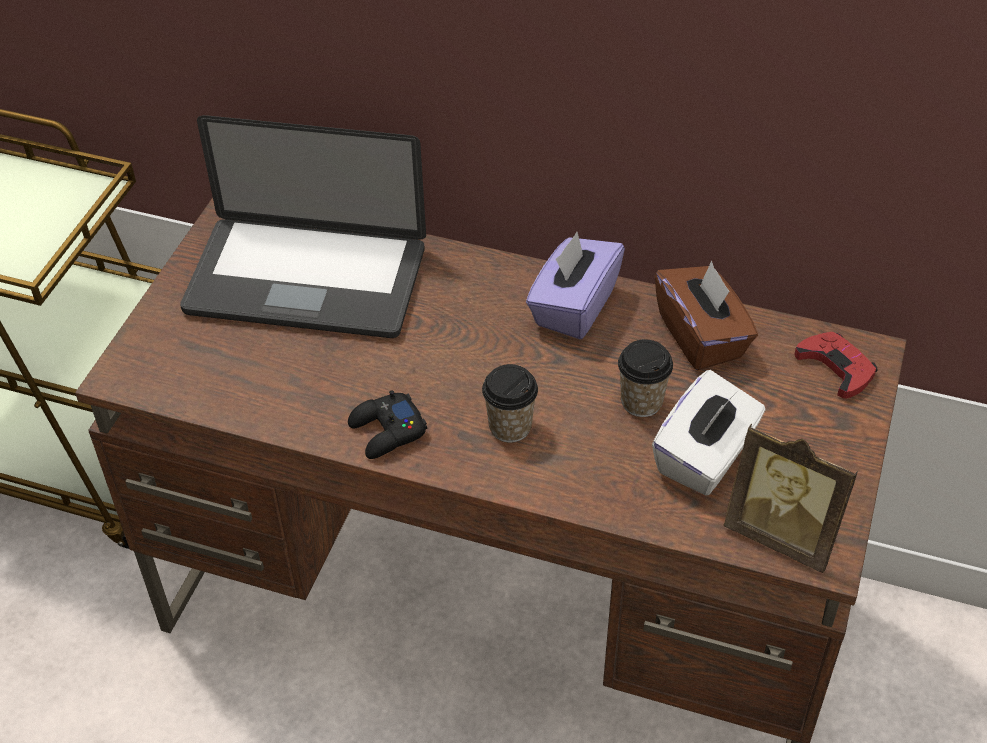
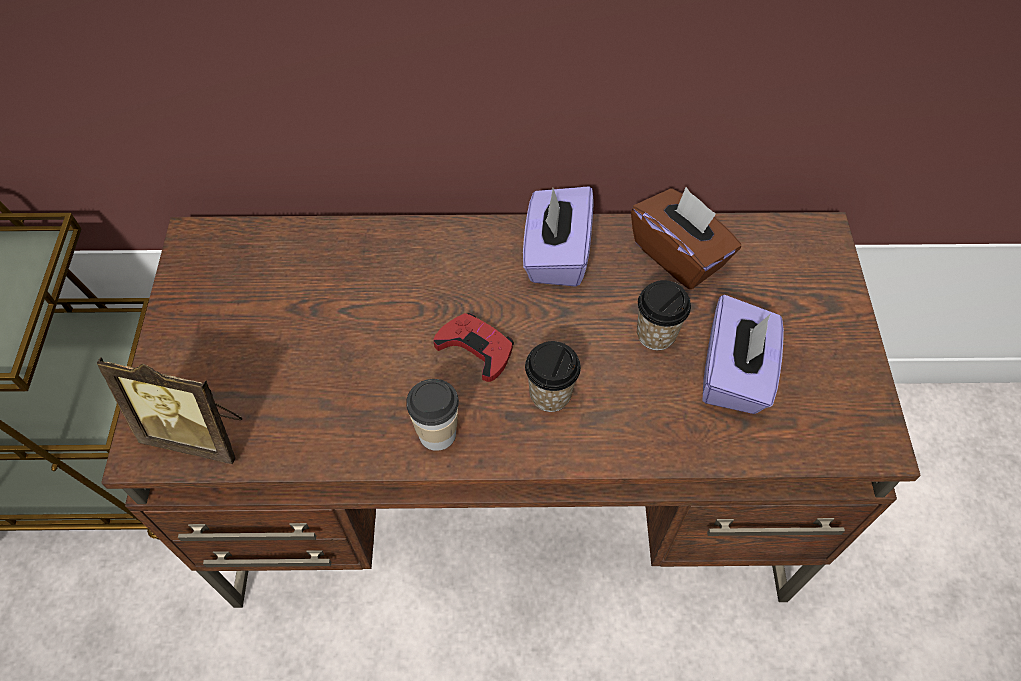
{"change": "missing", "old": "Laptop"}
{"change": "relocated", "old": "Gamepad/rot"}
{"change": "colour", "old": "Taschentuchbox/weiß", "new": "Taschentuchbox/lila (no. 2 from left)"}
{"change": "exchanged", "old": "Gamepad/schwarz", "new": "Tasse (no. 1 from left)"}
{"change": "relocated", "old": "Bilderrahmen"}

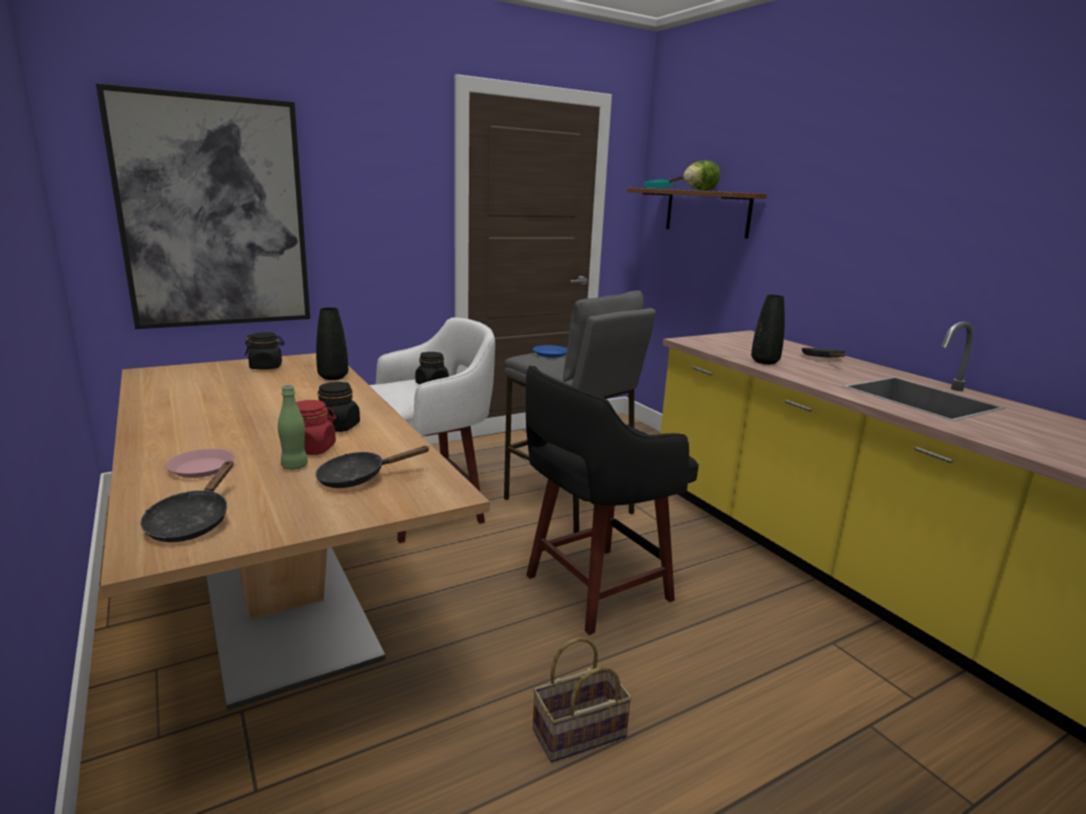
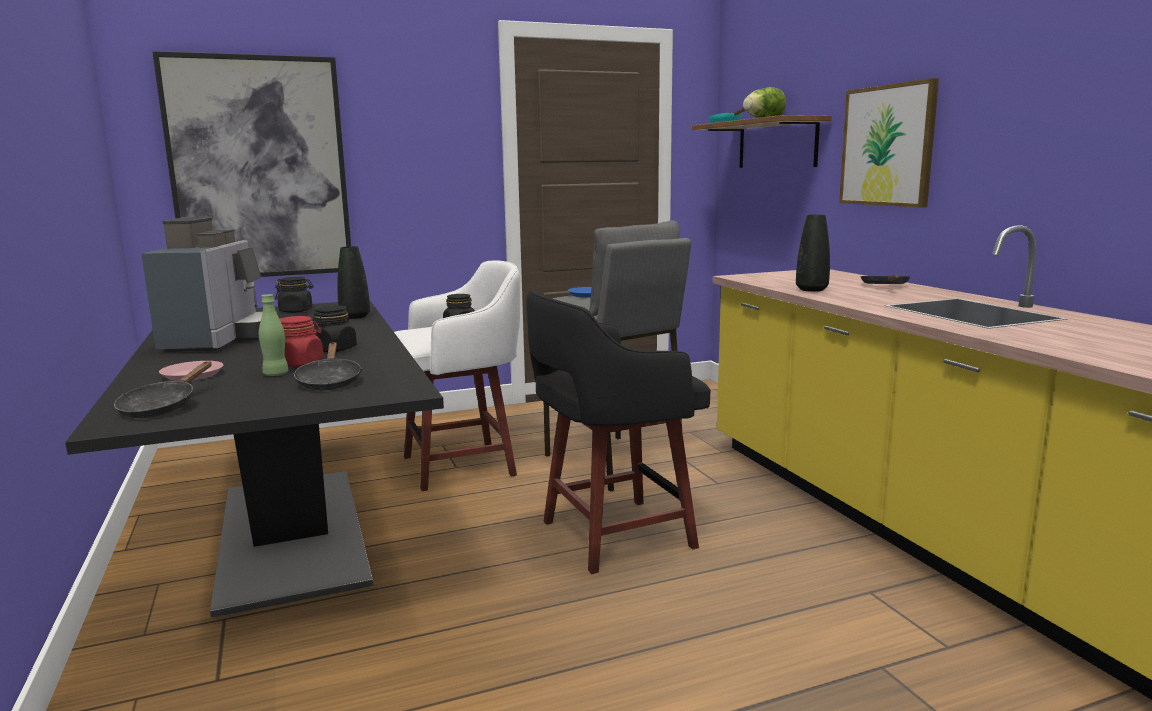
{"change": "colour", "old": "Esstisch/beige", "new": "Esstisch/schwarz"}
{"change": "spun", "old": "Pfanne/schwarz (no. 2 from left)", "degrees": -90}
{"change": "missing", "old": "Korb"}
{"change": "appeared", "new": "Bild (no. 2 from left)"}
{"change": "appeared", "new": "Kaffeemaschine"}

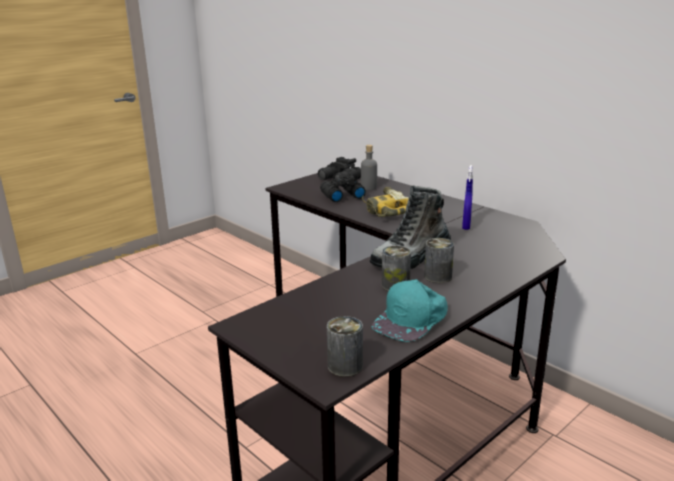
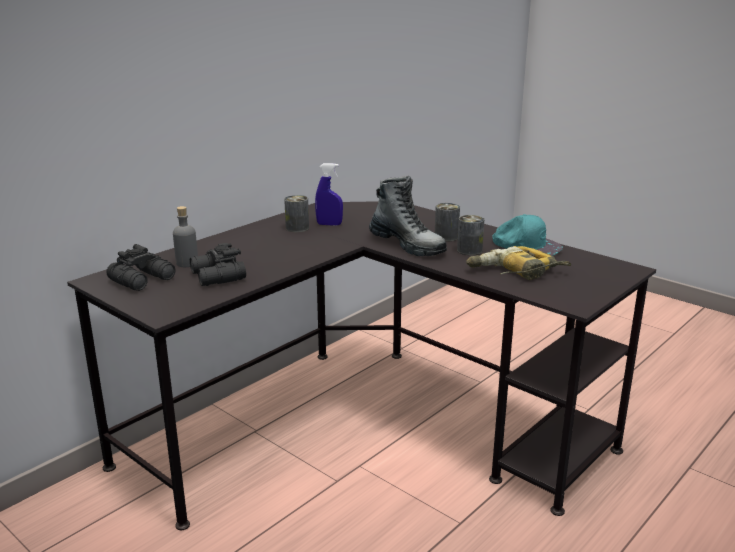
{"change": "relocated", "old": "Bohrmaschine"}
{"change": "relocated", "old": "Dose (no. 1 from left)"}

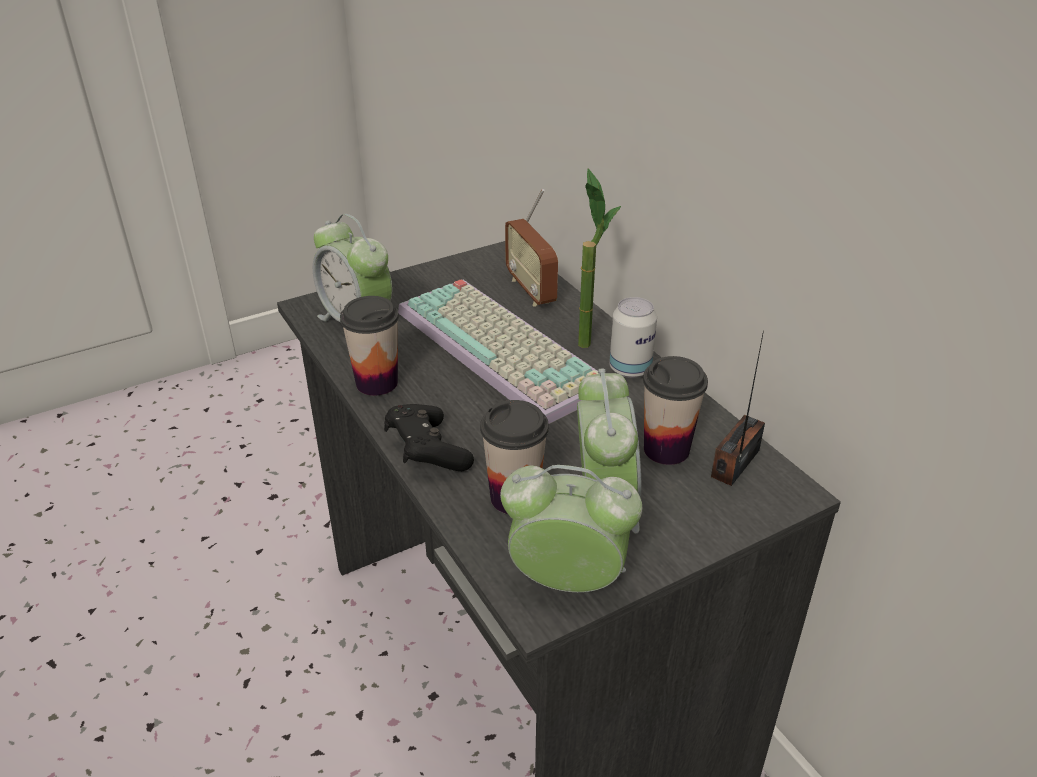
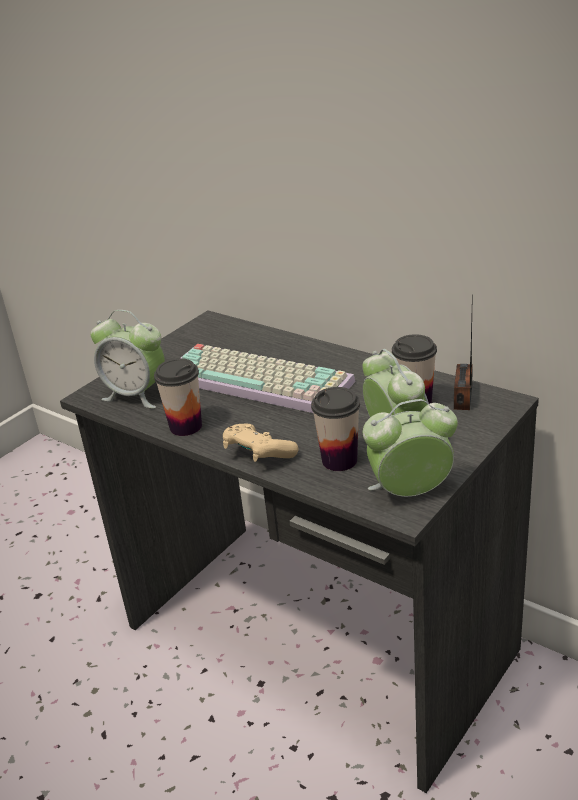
{"change": "missing", "old": "Topfpflanze"}
{"change": "missing", "old": "Radio (no. 1 from left)"}
{"change": "missing", "old": "Dose"}
{"change": "colour", "old": "Gamepad/schwarz", "new": "Gamepad/beige"}

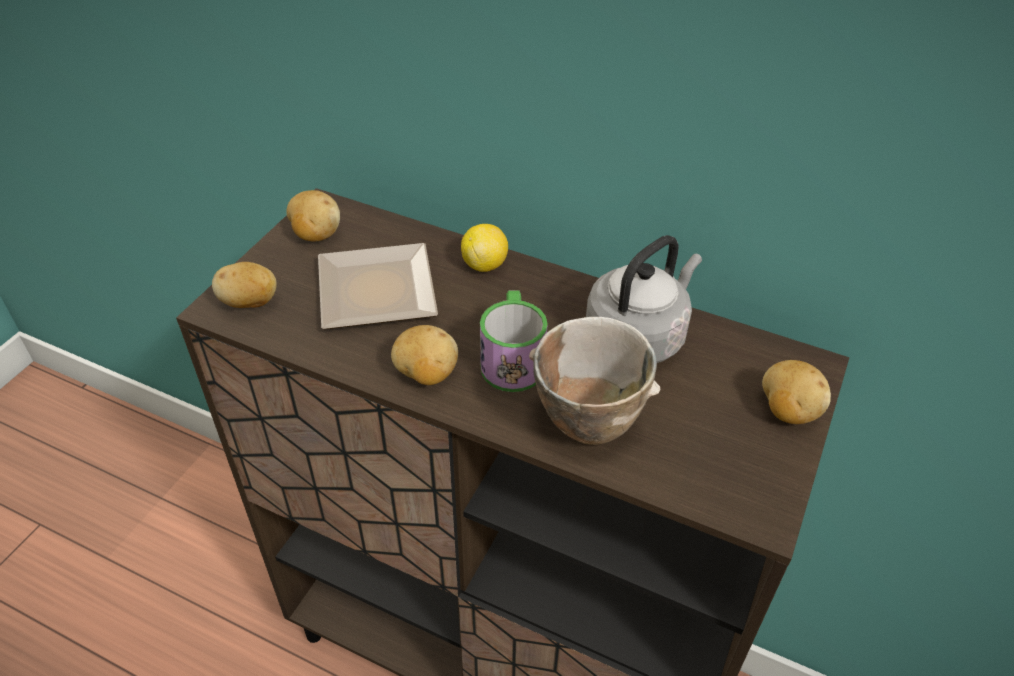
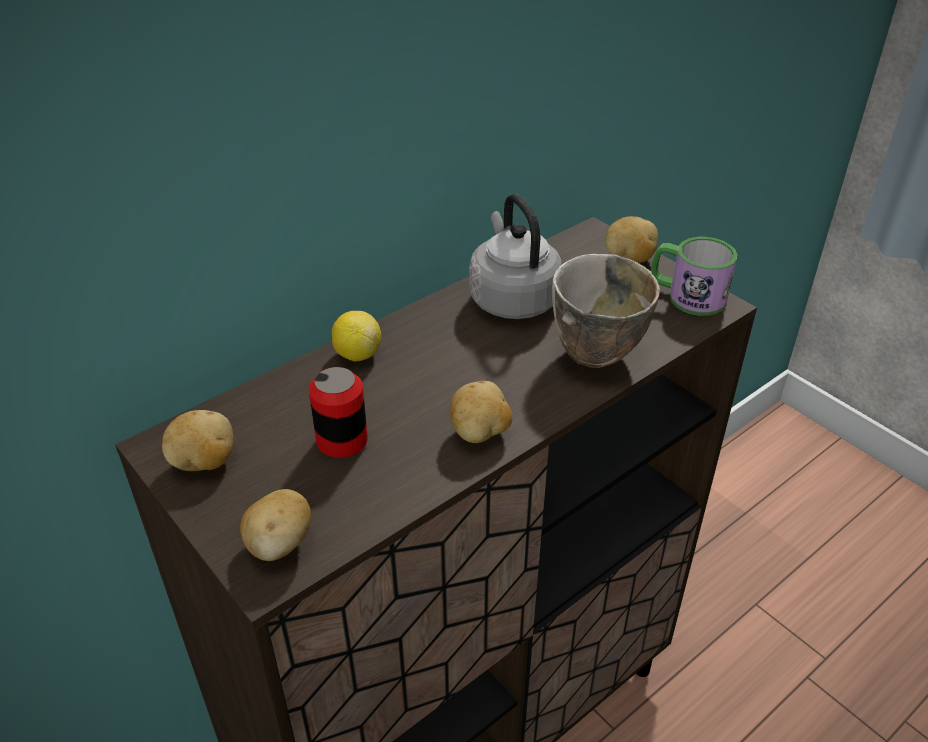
{"change": "exchanged", "old": "Teller", "new": "Dose"}
{"change": "relocated", "old": "Henkelbecher"}

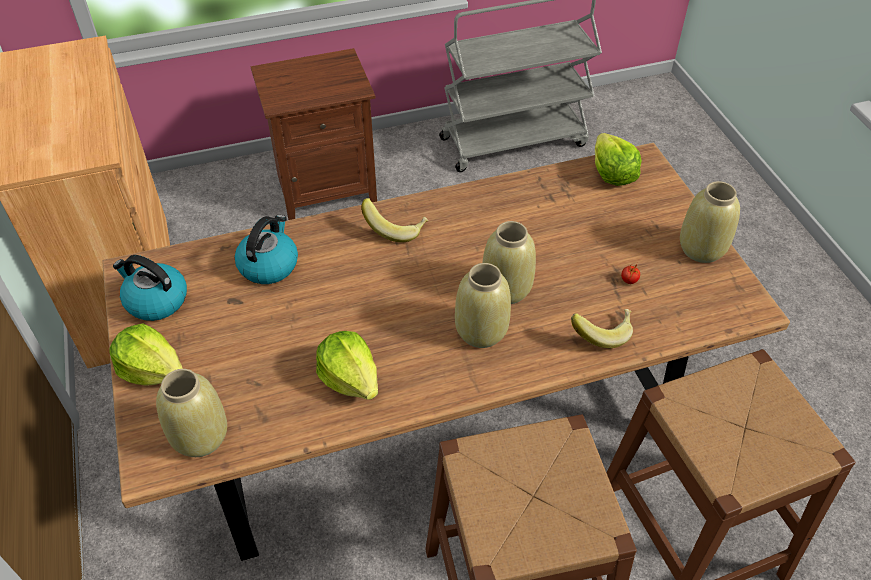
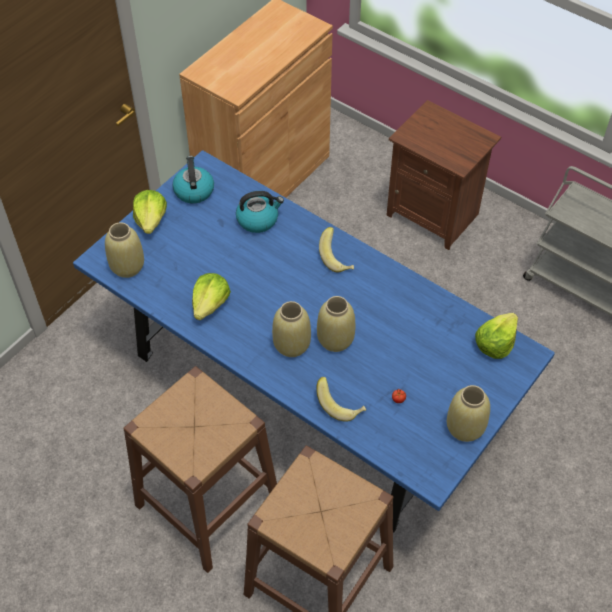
{"change": "colour", "old": "Esstisch/braun", "new": "Esstisch/blau"}

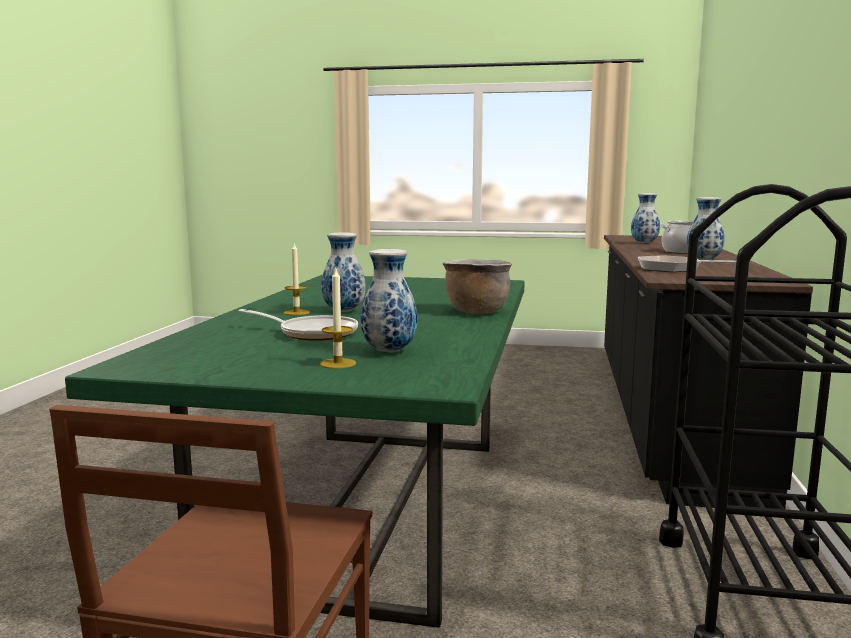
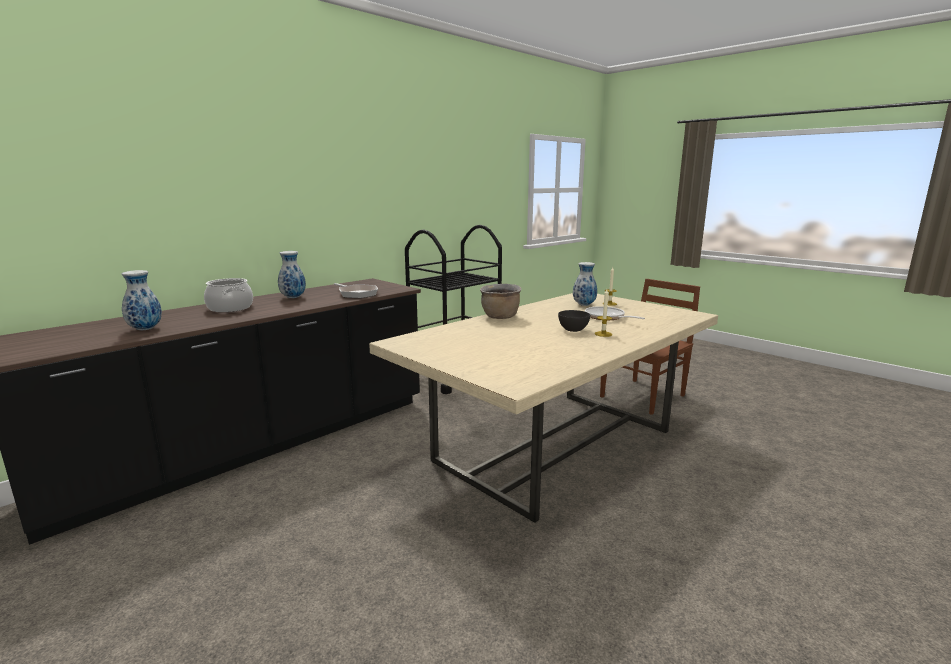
{"change": "exchanged", "old": "Vase (no. 1 from left)", "new": "Schüssel/grau"}
{"change": "colour", "old": "Esstisch/grün", "new": "Esstisch/beige"}

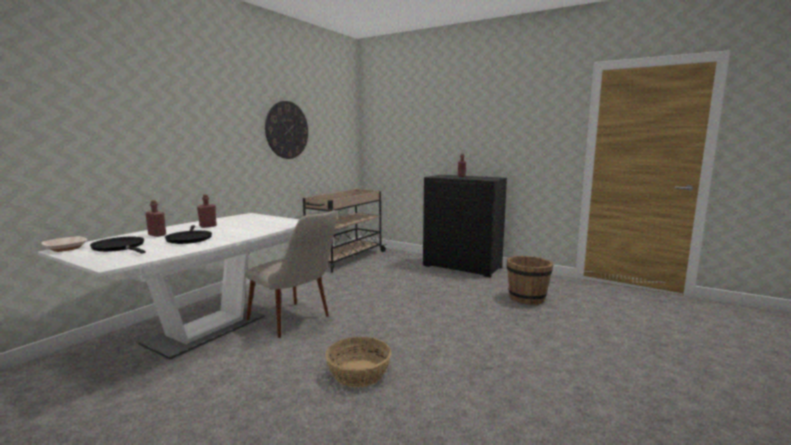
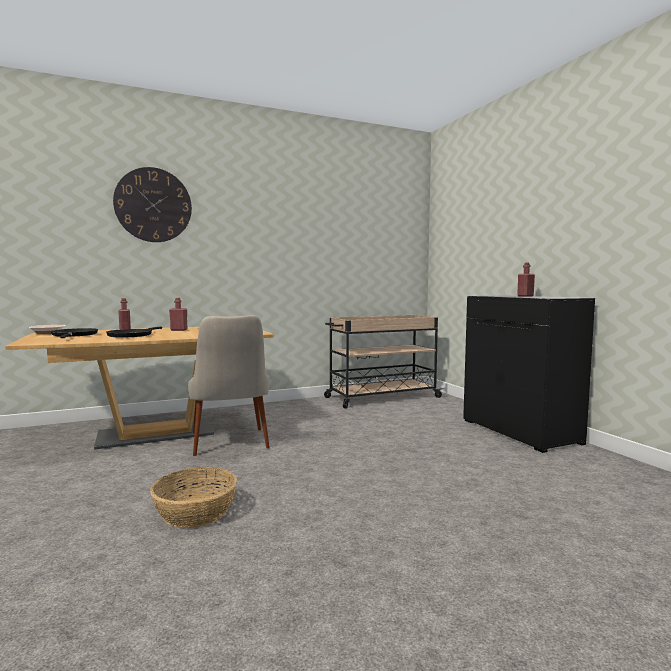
{"change": "relocated", "old": "Wanduhr"}
{"change": "colour", "old": "Esstisch/weiß", "new": "Esstisch/braun"}
{"change": "missing", "old": "Eimer/braun"}

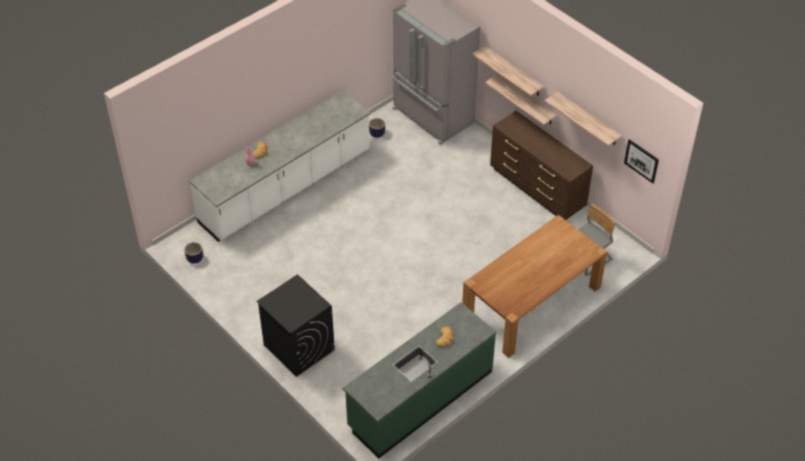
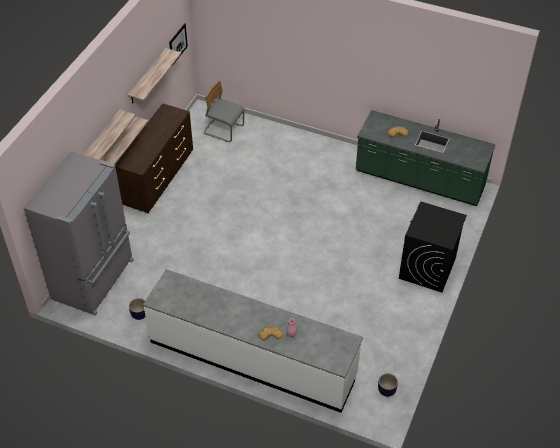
{"change": "missing", "old": "Esstisch/braun"}

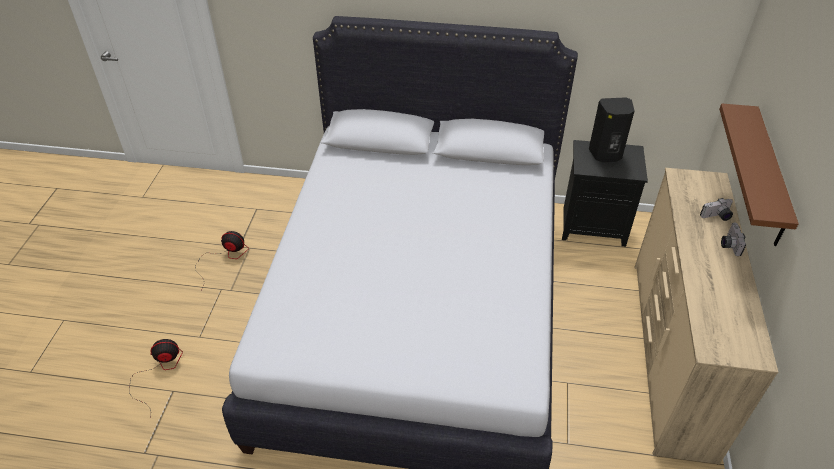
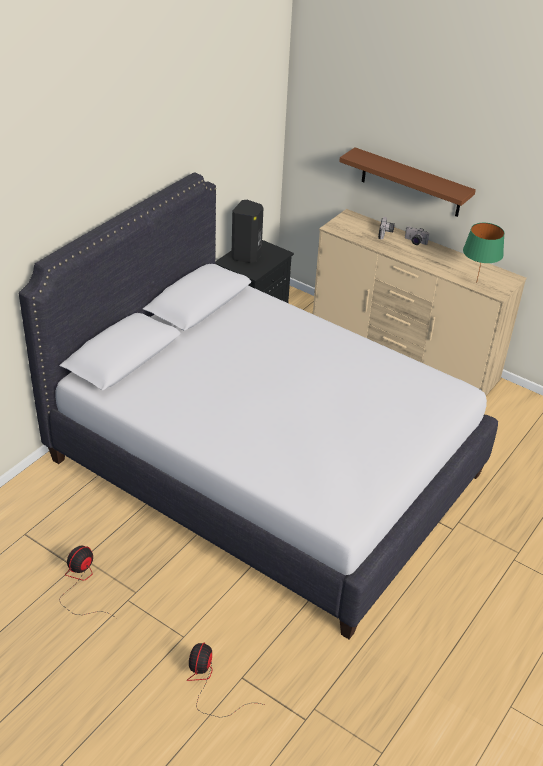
{"change": "appeared", "new": "Tischlampe/grün"}

